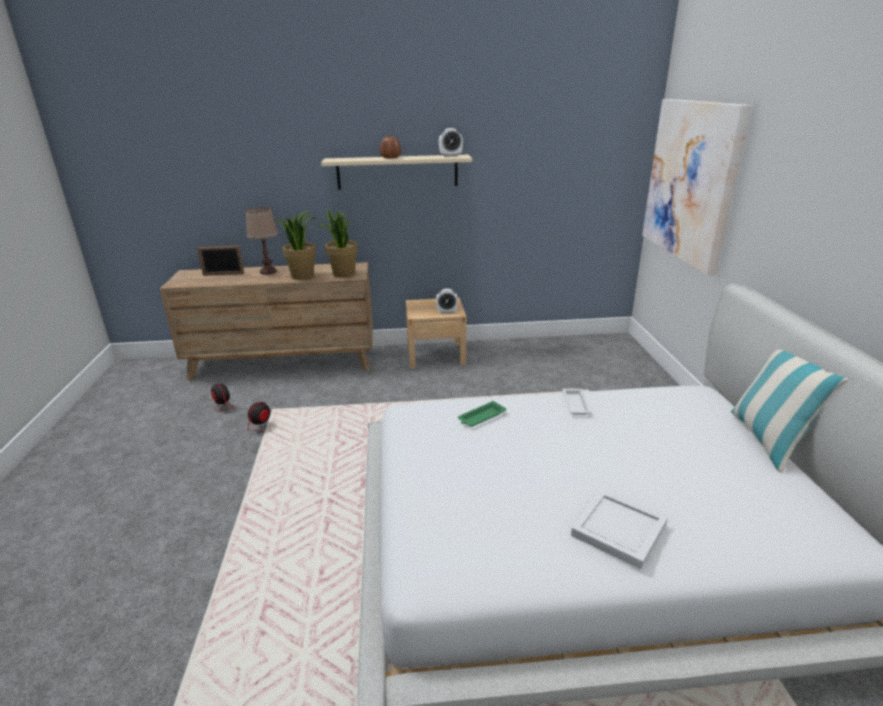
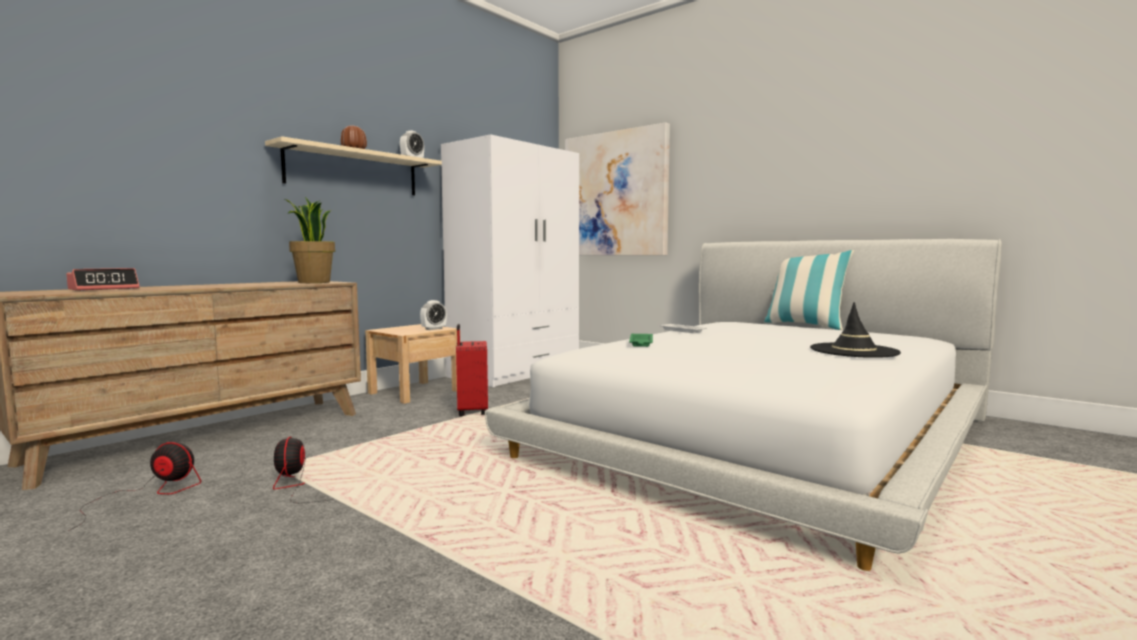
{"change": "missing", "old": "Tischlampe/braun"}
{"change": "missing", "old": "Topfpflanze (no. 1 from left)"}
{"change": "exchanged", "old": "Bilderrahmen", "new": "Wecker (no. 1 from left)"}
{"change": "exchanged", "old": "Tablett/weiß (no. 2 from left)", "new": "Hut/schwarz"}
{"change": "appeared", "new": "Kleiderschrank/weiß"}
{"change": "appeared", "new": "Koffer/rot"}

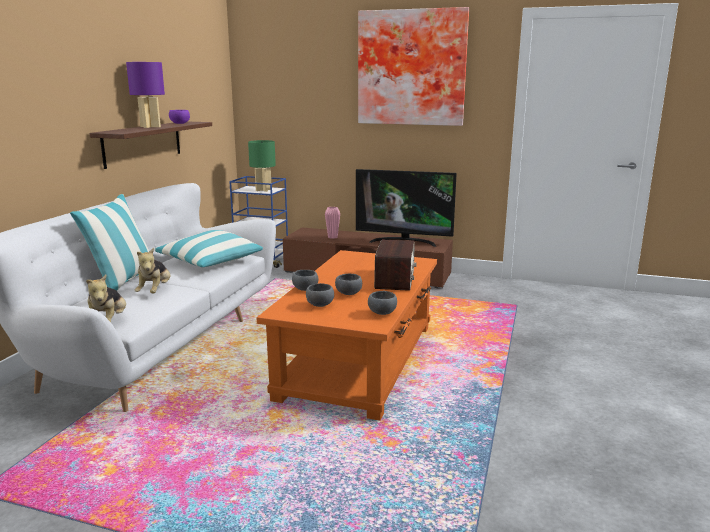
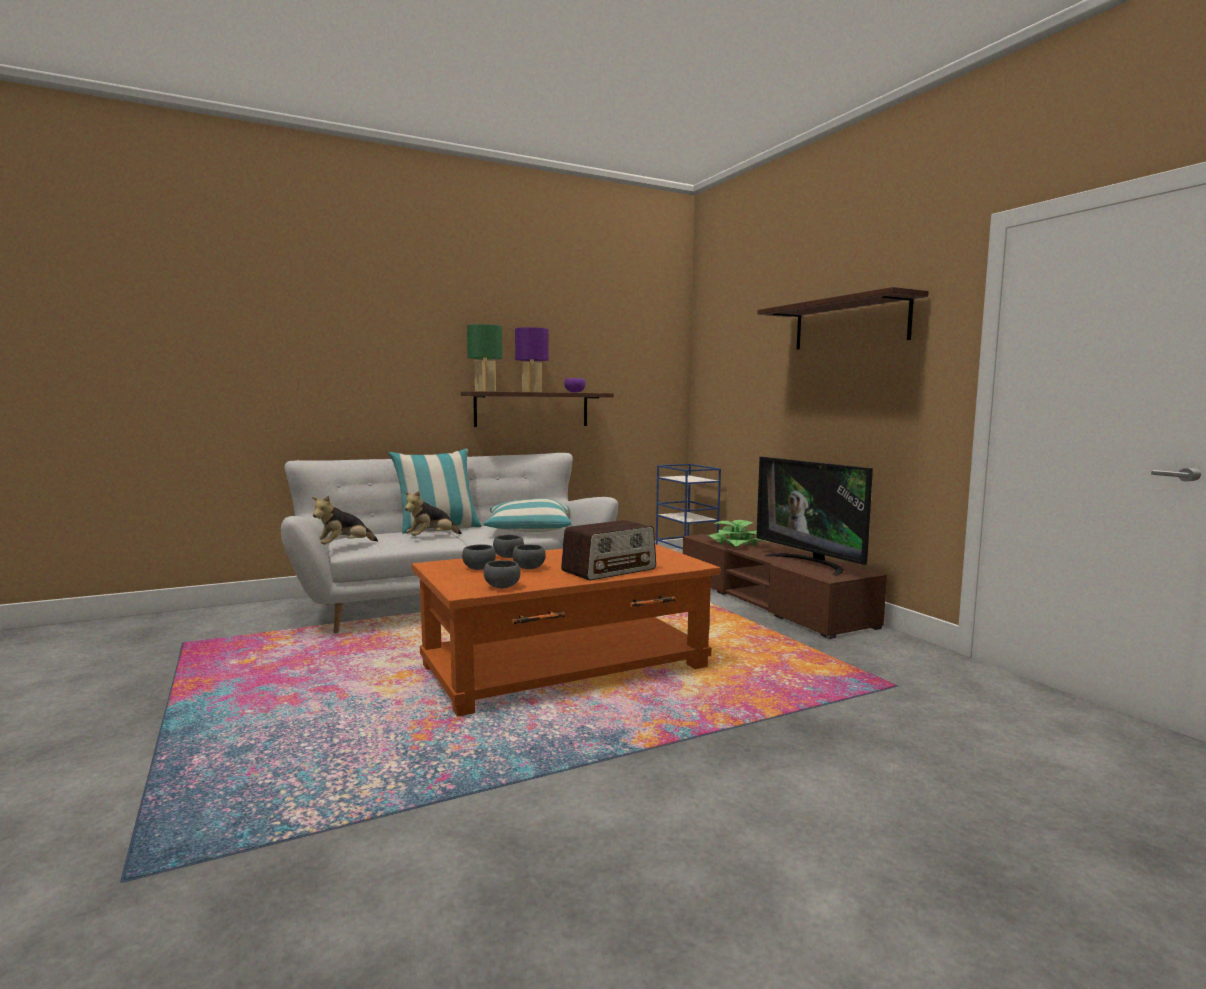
{"change": "exchanged", "old": "Bild", "new": "Wandregal (no. 2 from left)"}
{"change": "relocated", "old": "Tischlampe/grün"}
{"change": "exchanged", "old": "Vase/rosa", "new": "Topfpflanze"}

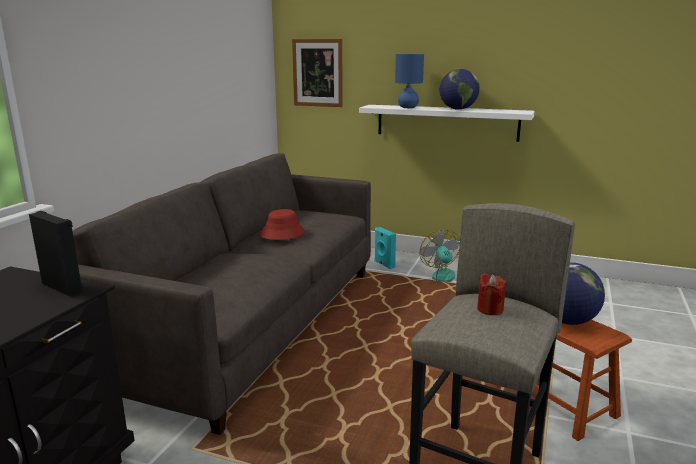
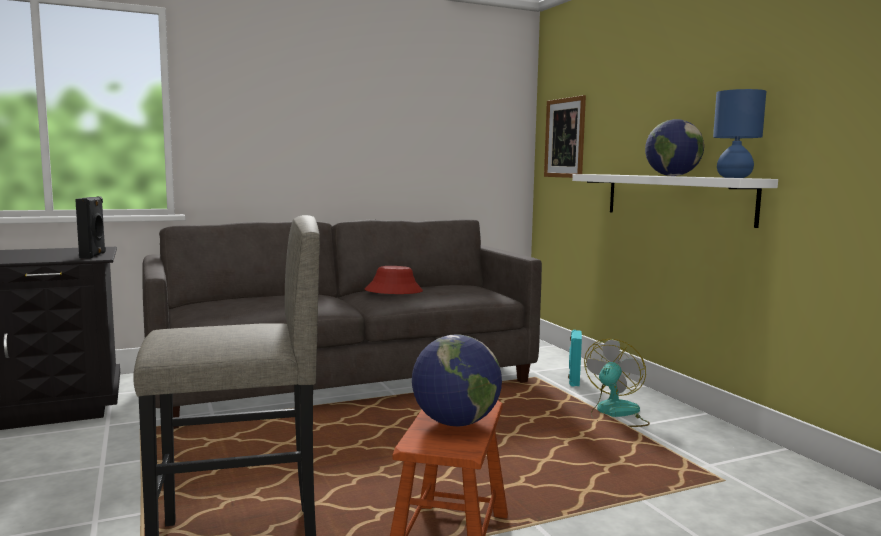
{"change": "relocated", "old": "Tischlampe/blau"}
{"change": "missing", "old": "Kerze/rot"}

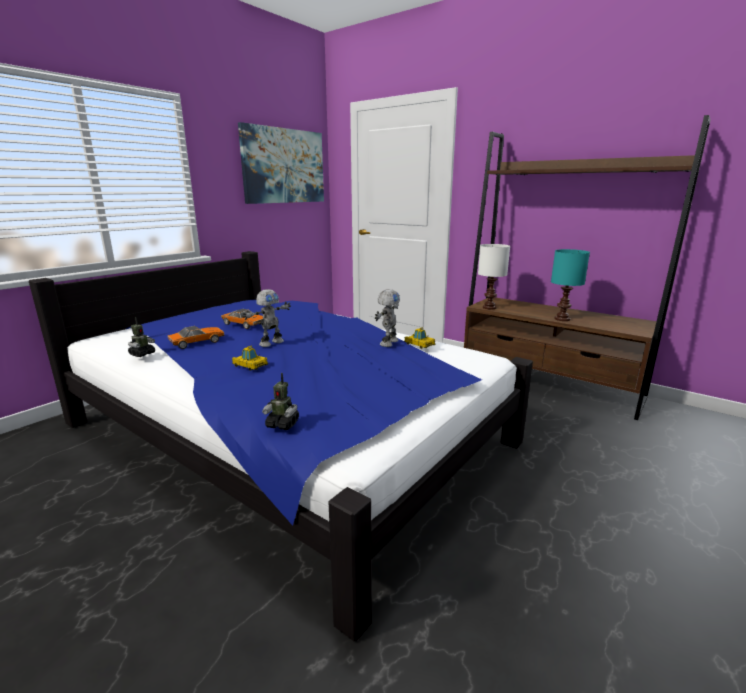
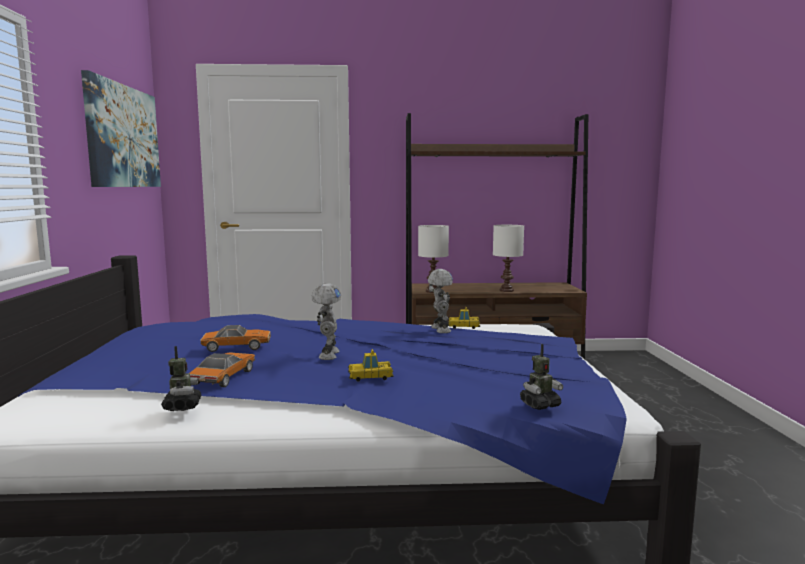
{"change": "colour", "old": "Tischlampe/türkis", "new": "Tischlampe/weiß (no. 2 from left)"}

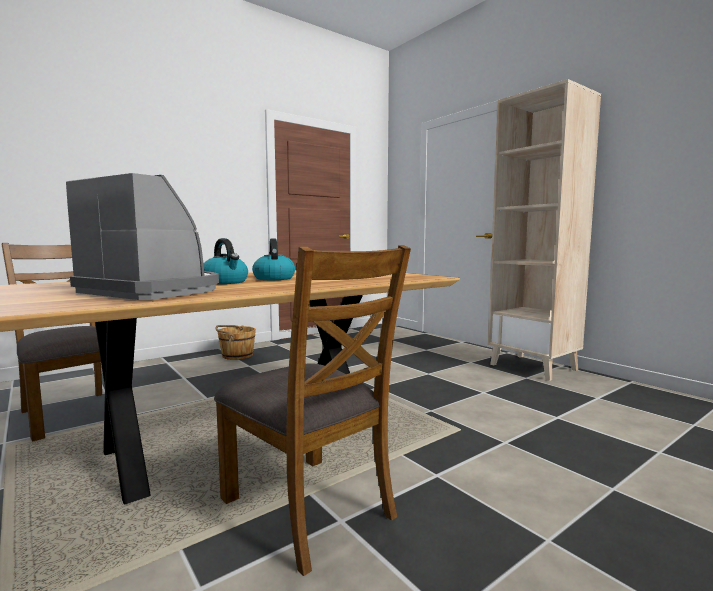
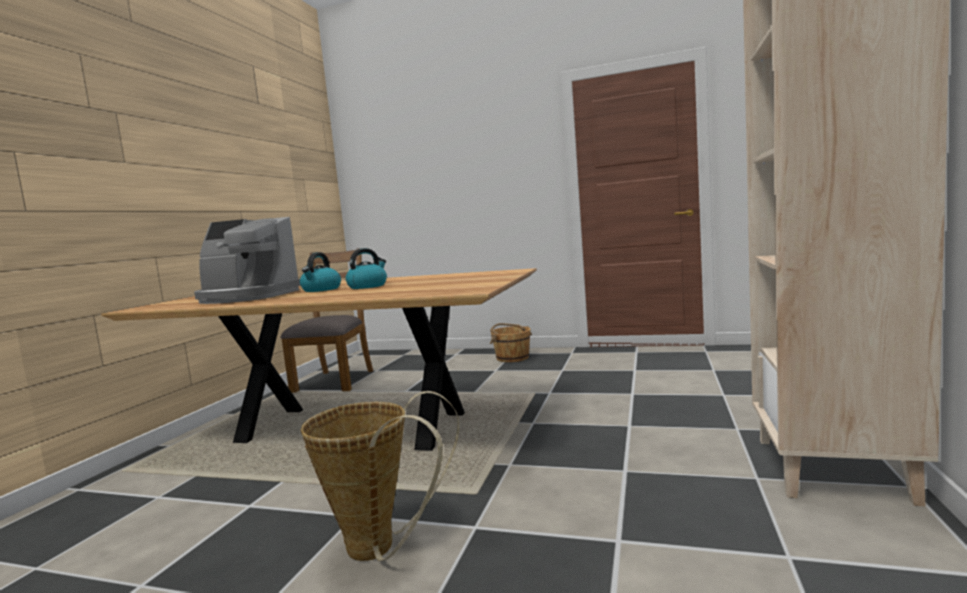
{"change": "spun", "old": "Kaffeemaschine", "degrees": 105}
{"change": "missing", "old": "Stuhl/braun (no. 2 from left)"}
{"change": "appeared", "new": "Korb"}

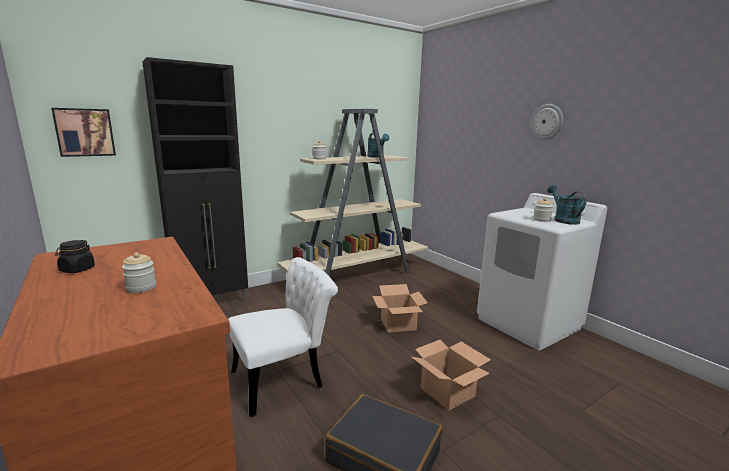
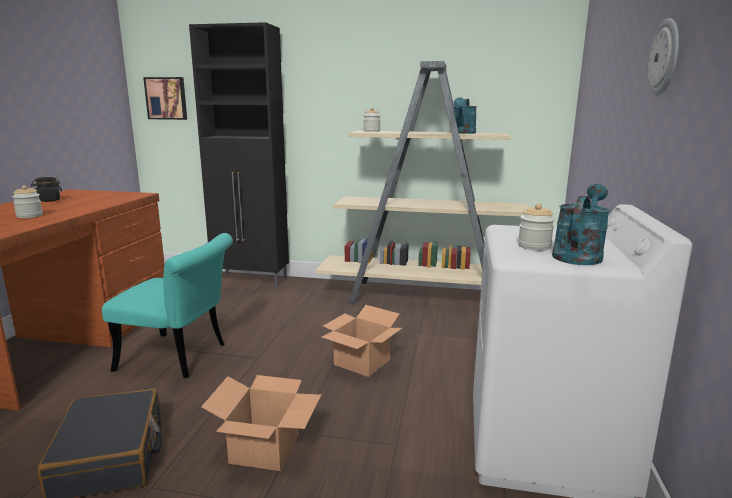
{"change": "colour", "old": "Stuhl/weiß", "new": "Stuhl/türkis"}

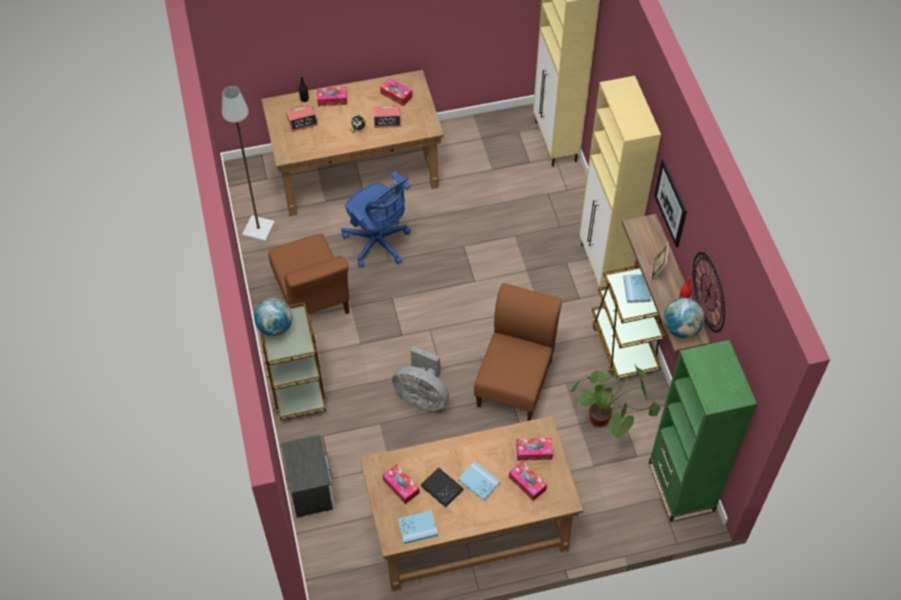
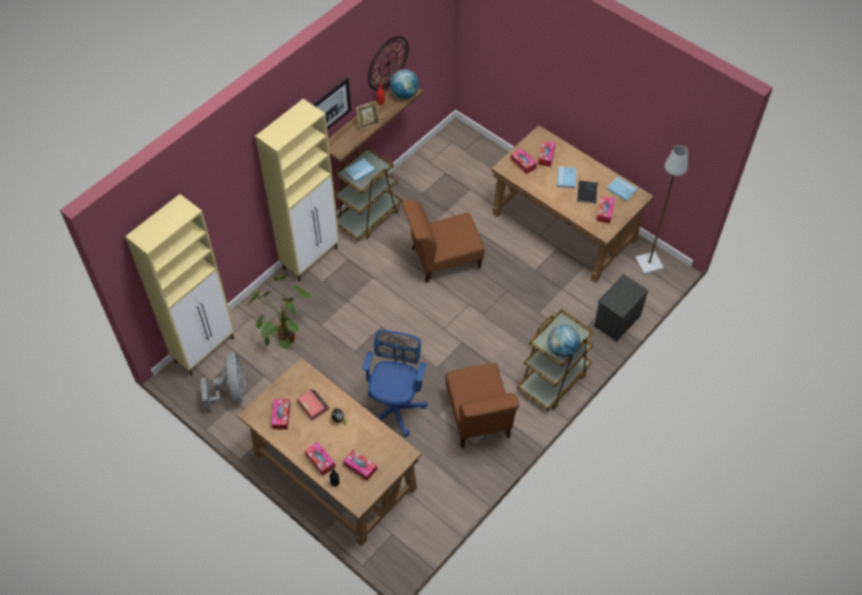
{"change": "relocated", "old": "Stehlampe/grau"}
{"change": "exchanged", "old": "Wecker (no. 1 from left)", "new": "Taschentuchbox (no. 3 from left)"}
{"change": "spun", "old": "Stuhl/braun (no. 1 from left in the first image)", "degrees": 135}
{"change": "missing", "old": "Bücherregal/grün"}
{"change": "relocated", "old": "Ventilator/grau"}
{"change": "relocated", "old": "Topfpflanze"}

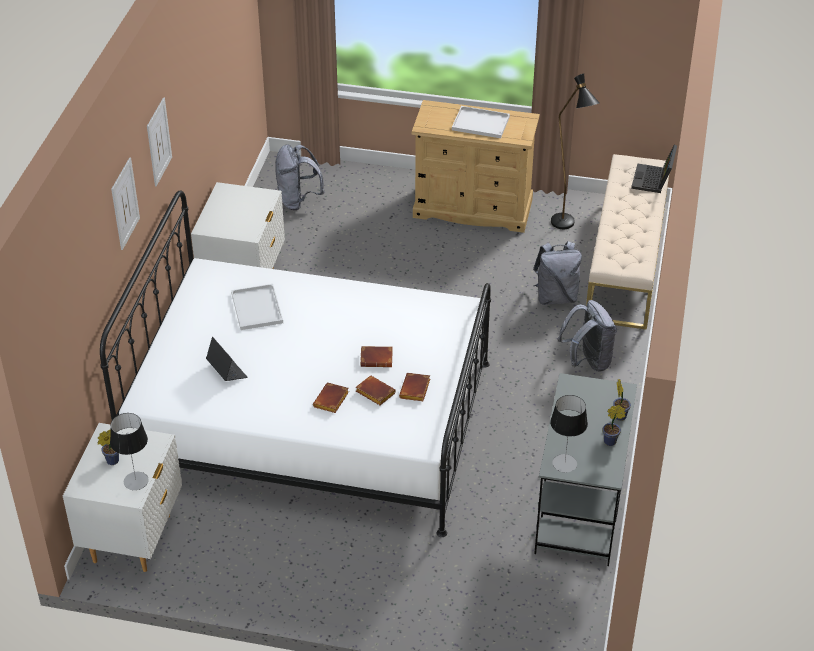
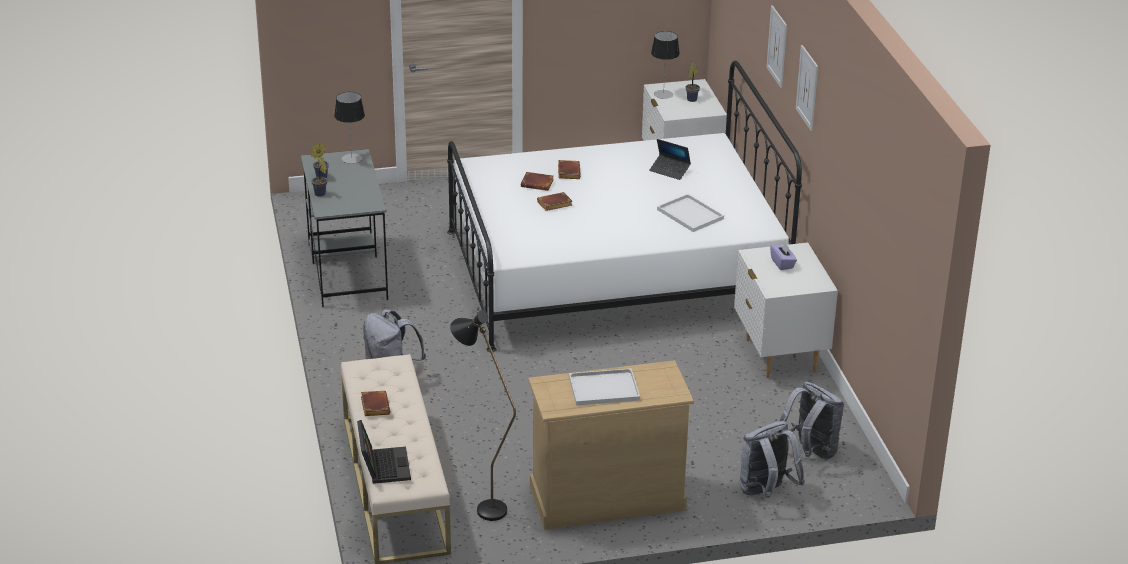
{"change": "relocated", "old": "Rucksack/grau (no. 2 from left)"}
{"change": "relocated", "old": "Buch/braun (no. 4 from left in the first image)", "new": "Buch/braun (no. 1 from left)"}
{"change": "appeared", "new": "Taschentuchbox/lila"}

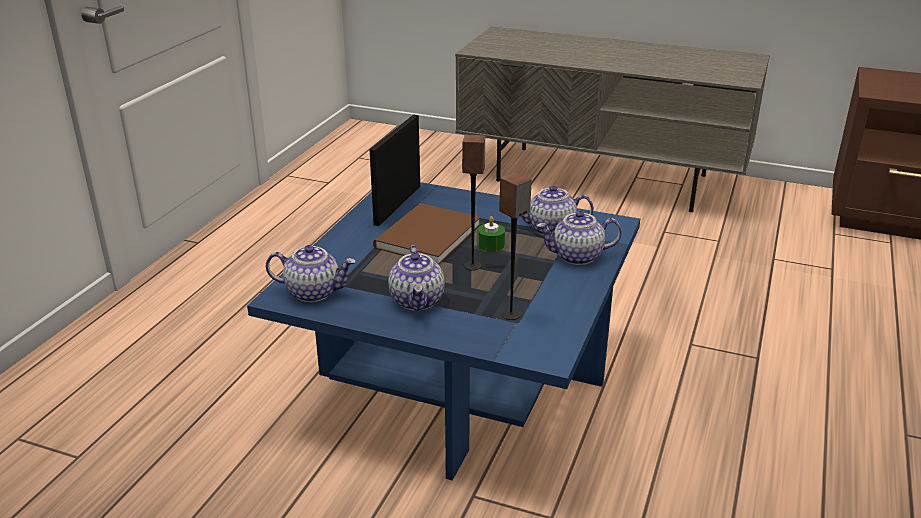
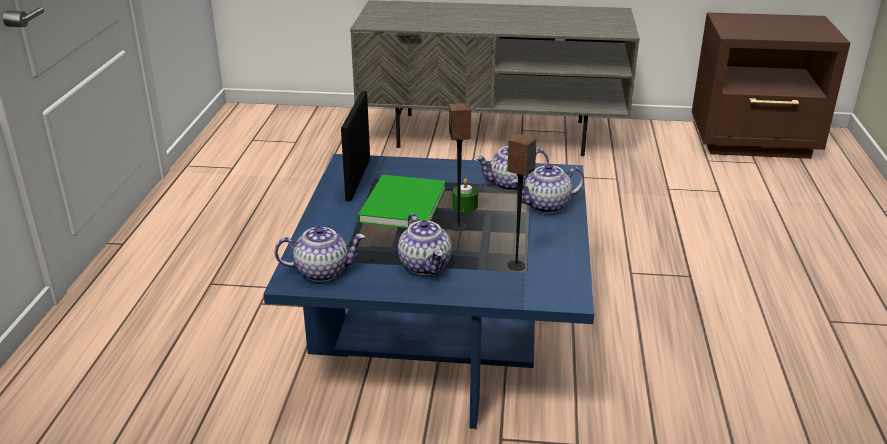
{"change": "colour", "old": "Buch/braun", "new": "Buch/grün"}

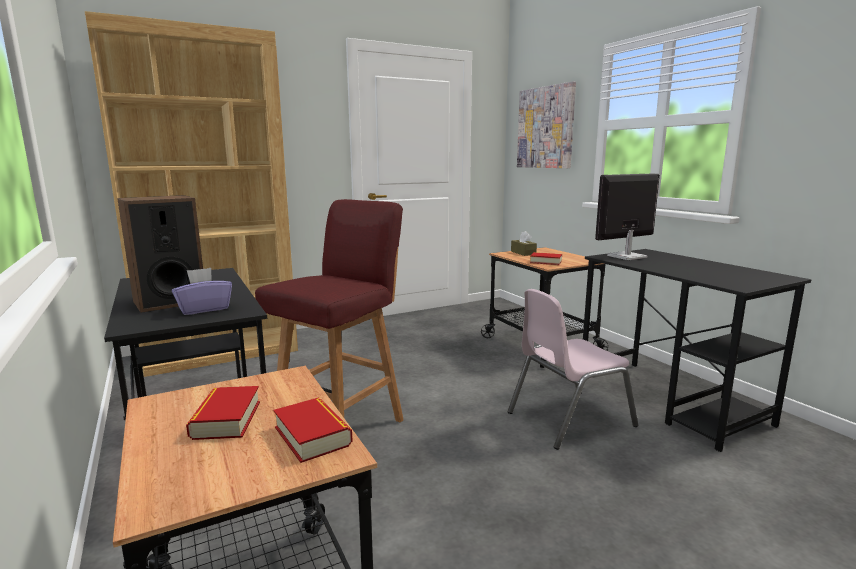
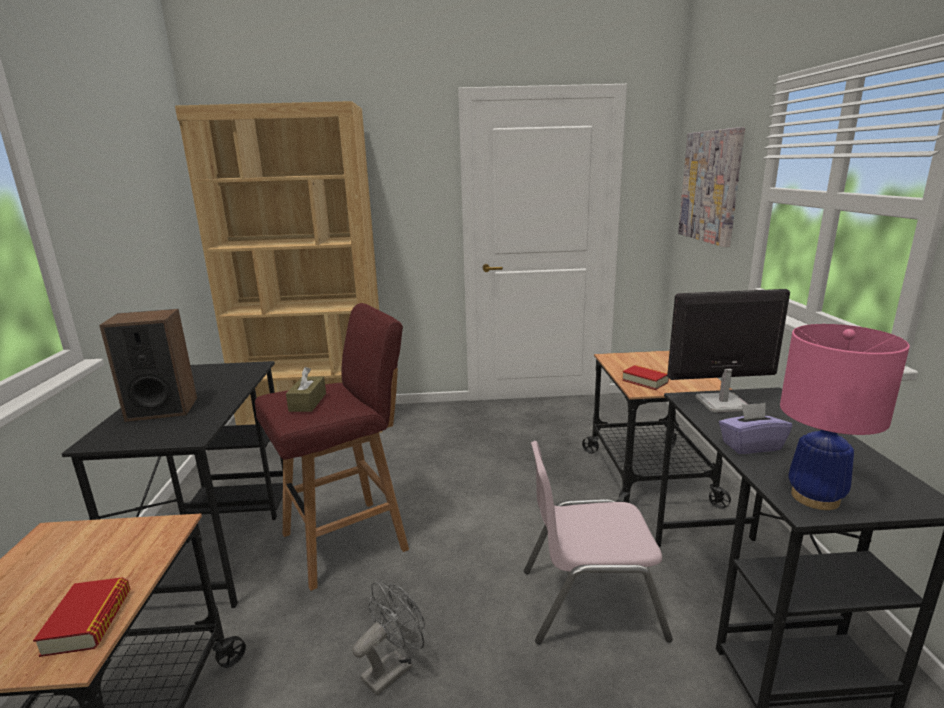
{"change": "relocated", "old": "Taschentuchbox/braun"}
{"change": "relocated", "old": "Taschentuchbox/lila"}
{"change": "missing", "old": "Buch (no. 1 from left)"}
{"change": "appeared", "new": "Tischlampe/rosa"}
{"change": "appeared", "new": "Ventilator/grau"}

